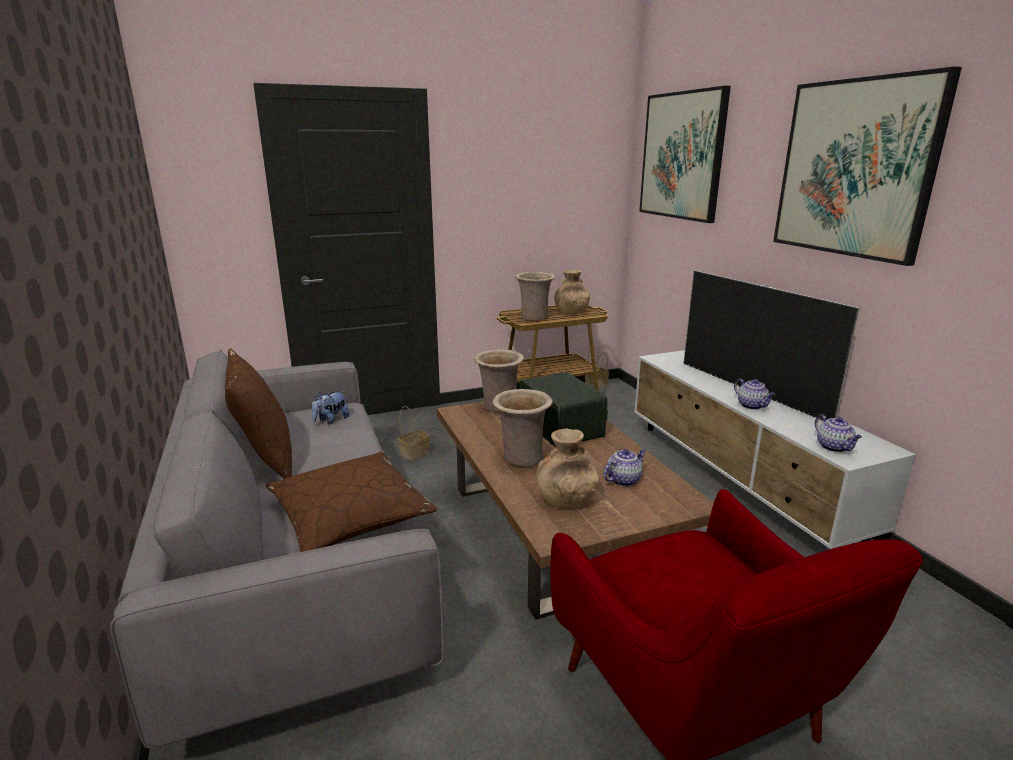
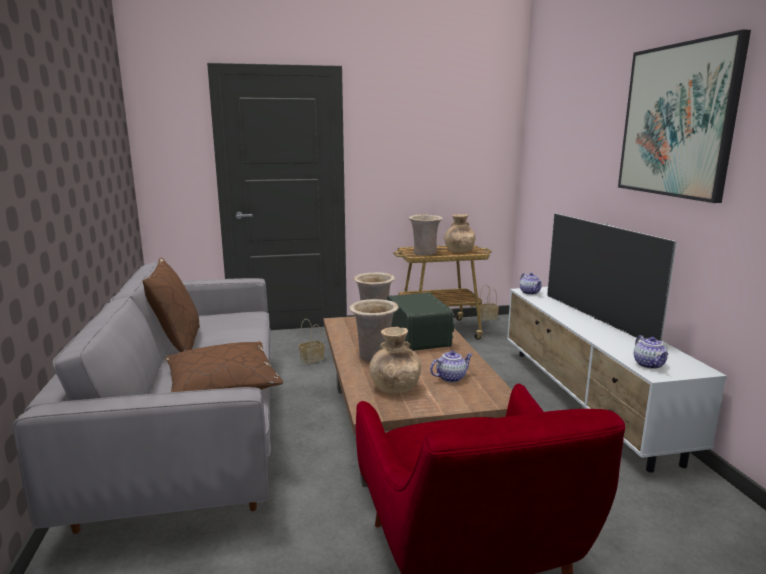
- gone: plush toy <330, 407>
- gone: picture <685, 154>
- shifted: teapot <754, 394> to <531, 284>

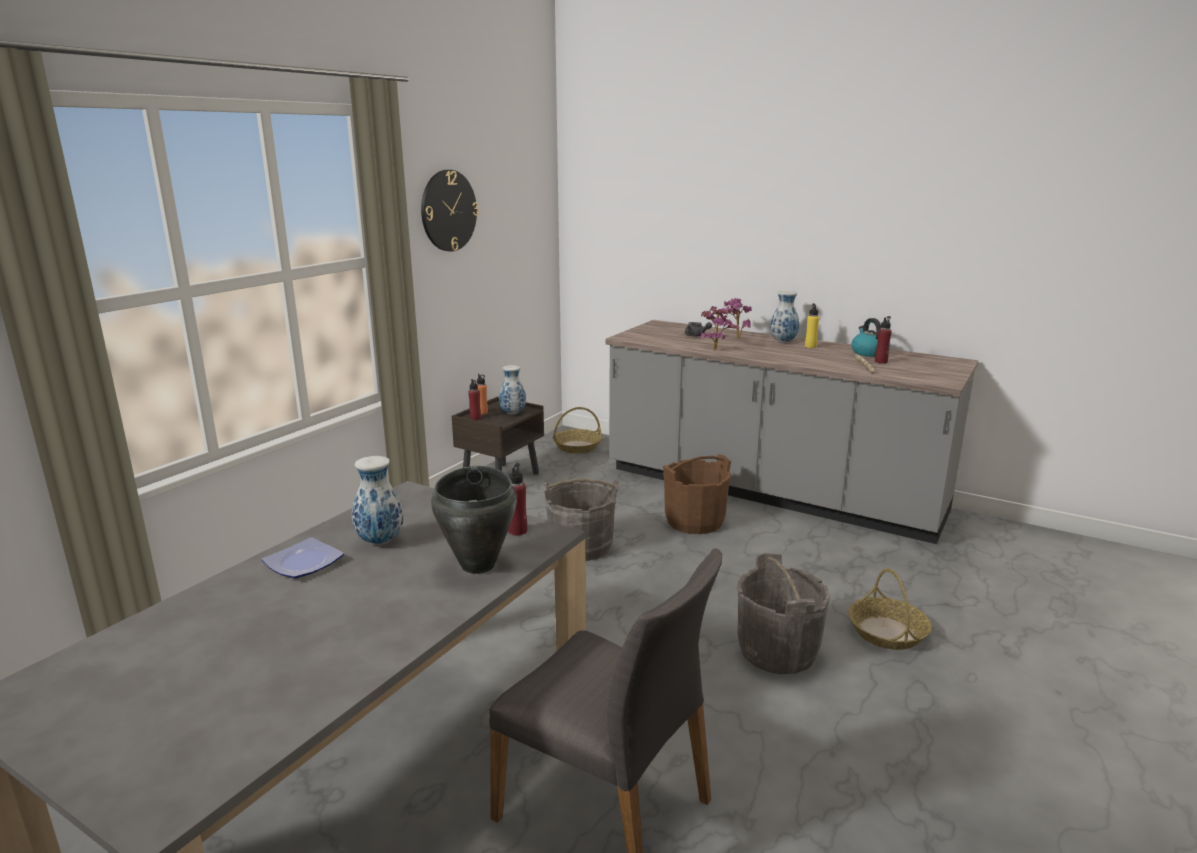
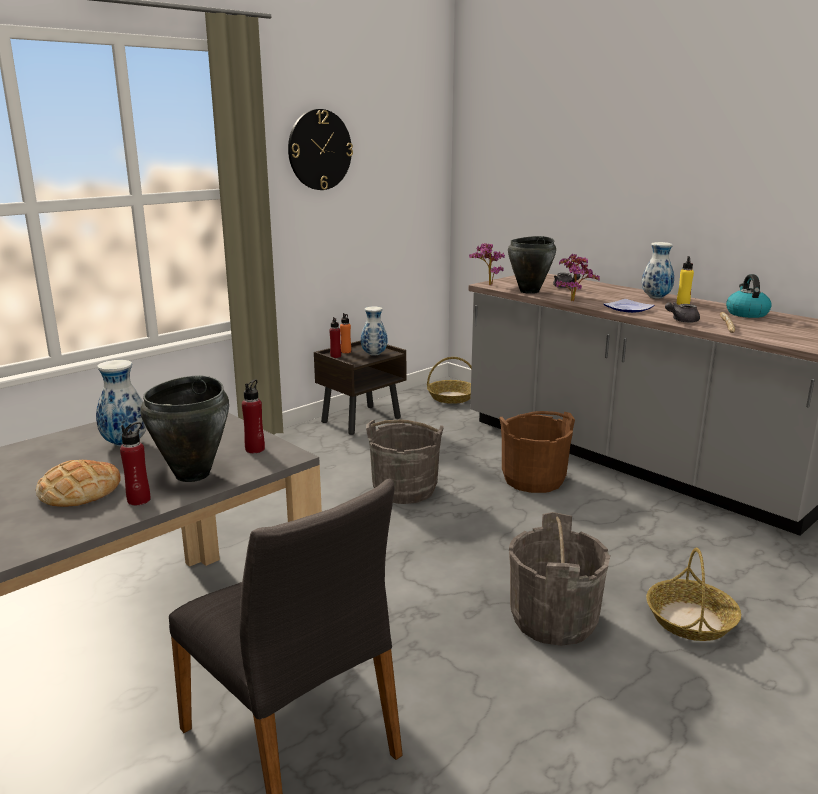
- shifted: plate <303, 557> to <629, 306>
- shifted: potted plant <737, 318> to <487, 264>
- shifted: red bottle <883, 340> to <135, 463>
- new: bread <78, 483>
- new: black cooking pot <532, 265>
- new: grey teapot <682, 312>

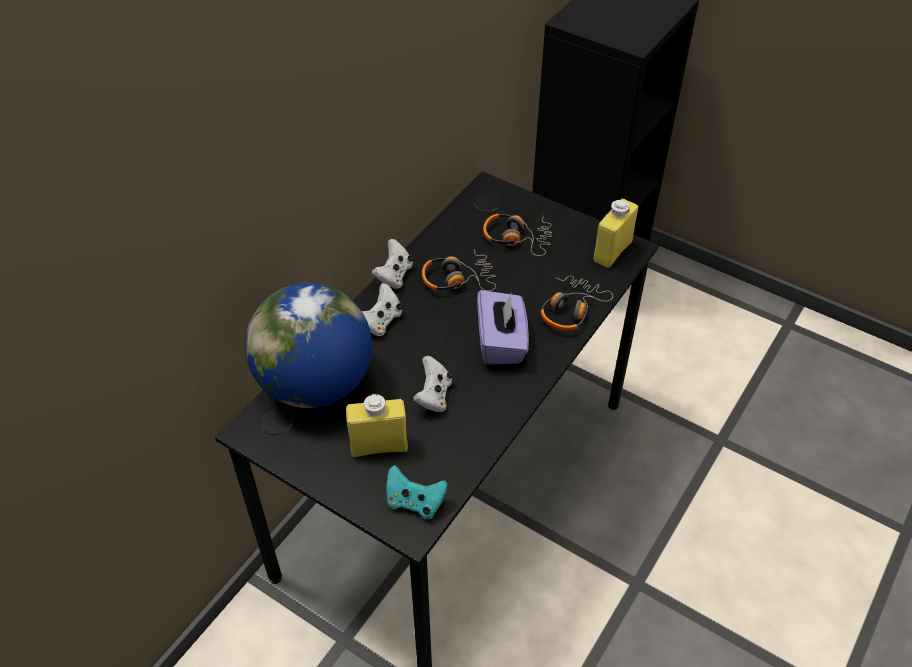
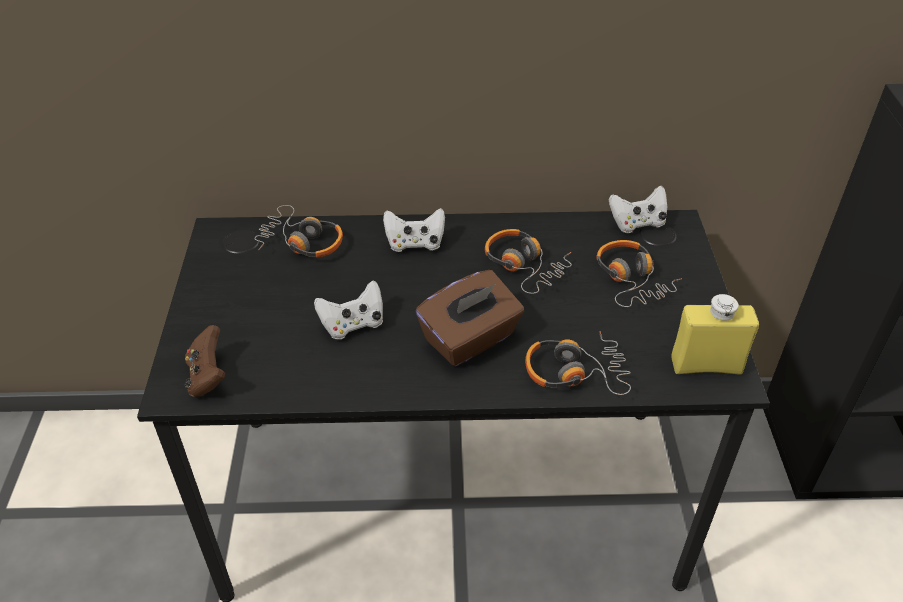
- swapped: globe <308, 345> to headphones <298, 231>
- gone: yellow bottle <377, 425>
- shifted: white game controller <392, 264> to <637, 209>
- repainted: turquoise game controller <416, 492> to brown game controller <205, 361>
- repainted: purple tissue box <503, 327> to brown tissue box <470, 318>

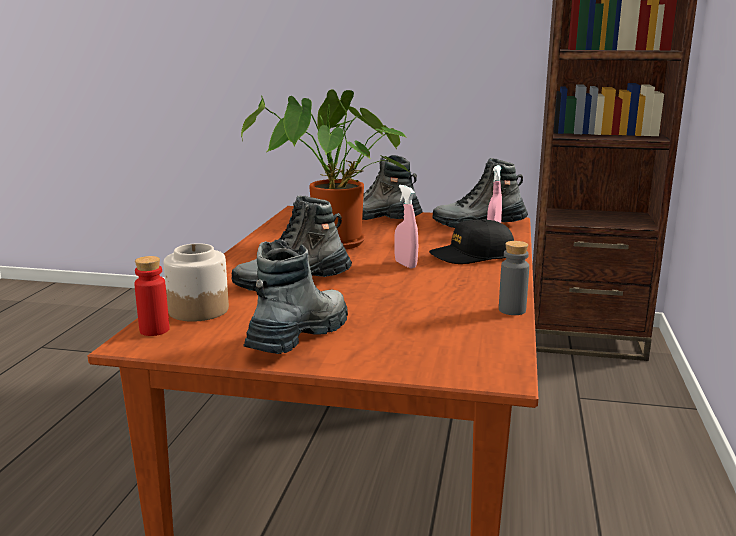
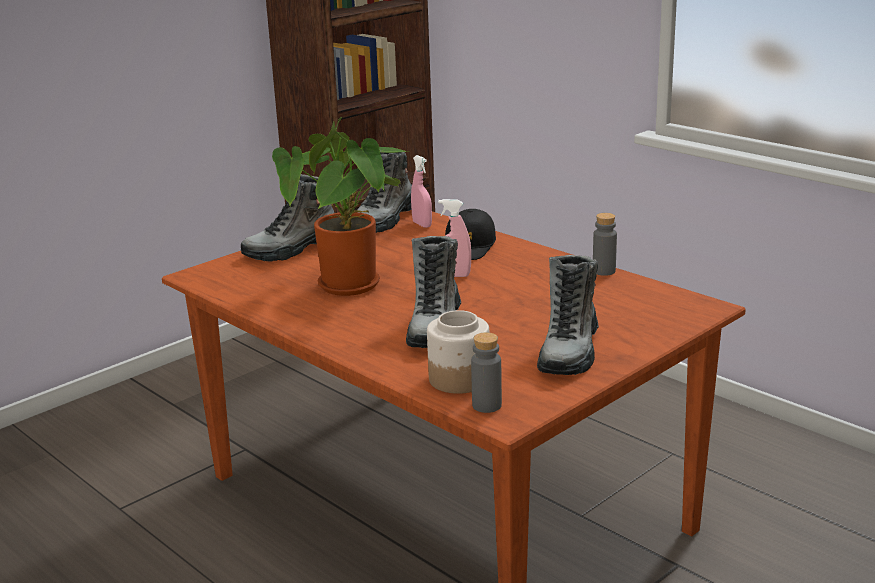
- repainted: red bottle <152, 296> to grey bottle <486, 372>
- rotated: boot <295, 297> = <568, 315> 135 degrees counterclockwise

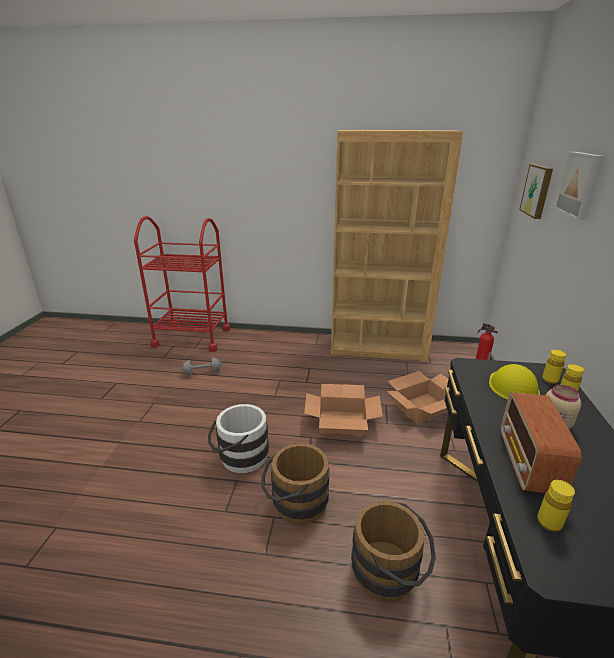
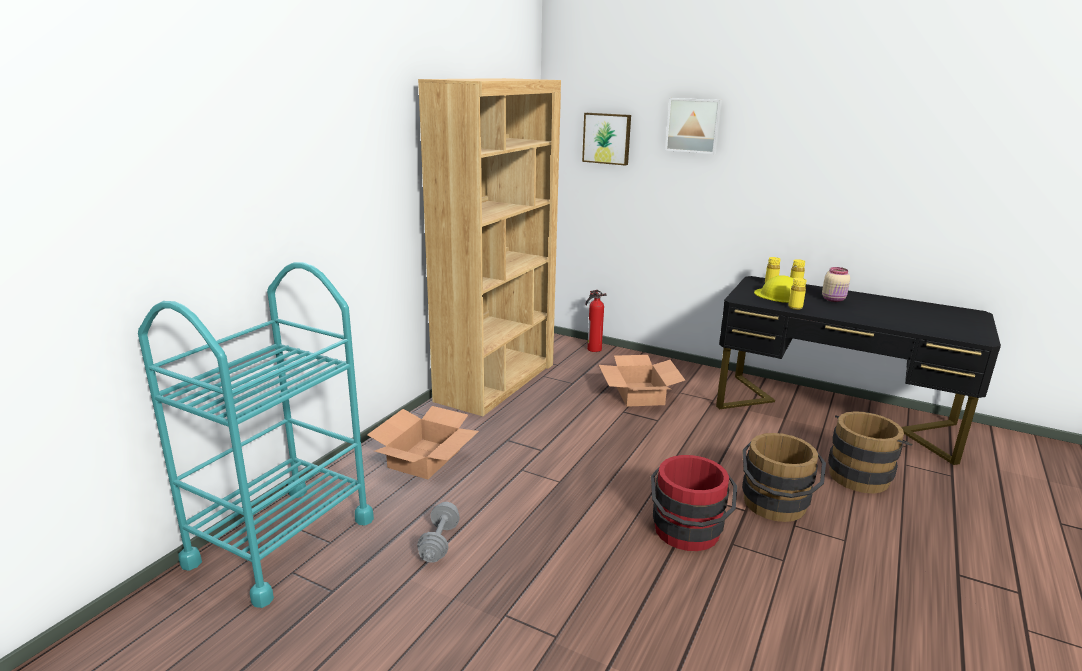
- repainted: red cart <182, 284> to turquoise cart <256, 435>
- repainted: white bucket <238, 438> to red bucket <694, 503>
- shifted: cardboard box <343, 409> to <423, 442>
- gone: radio <541, 442>
- shifted: yellow bottle <556, 506> to <797, 294>

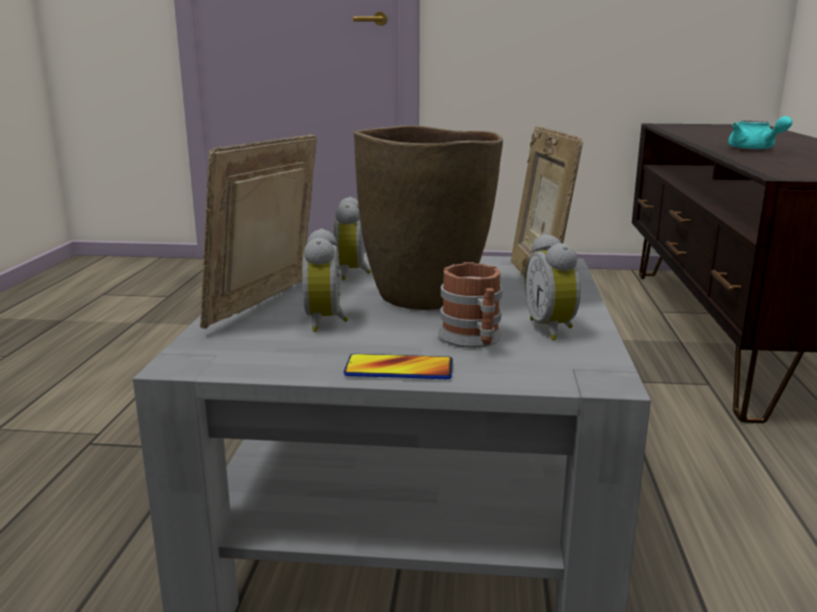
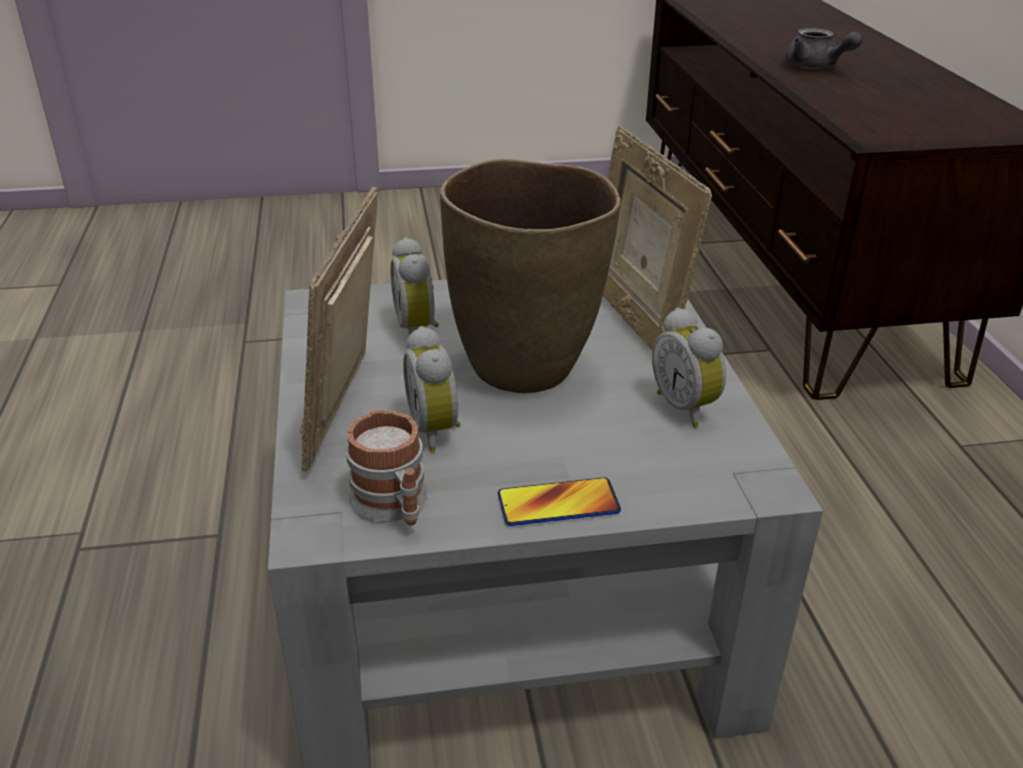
- shifted: mug <470, 304> to <387, 467>
- repainted: turquoise teapot <760, 133> to grey teapot <823, 48>

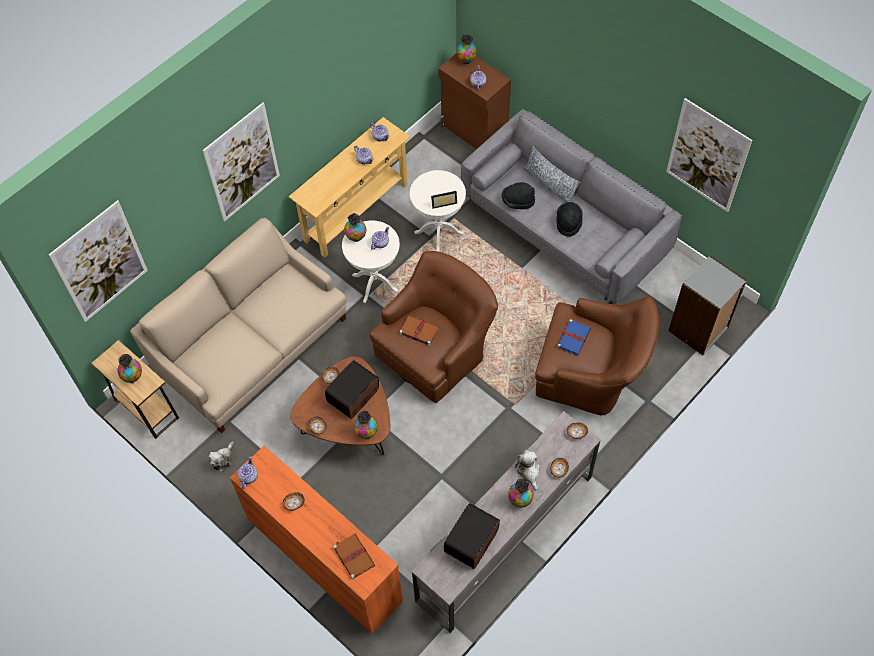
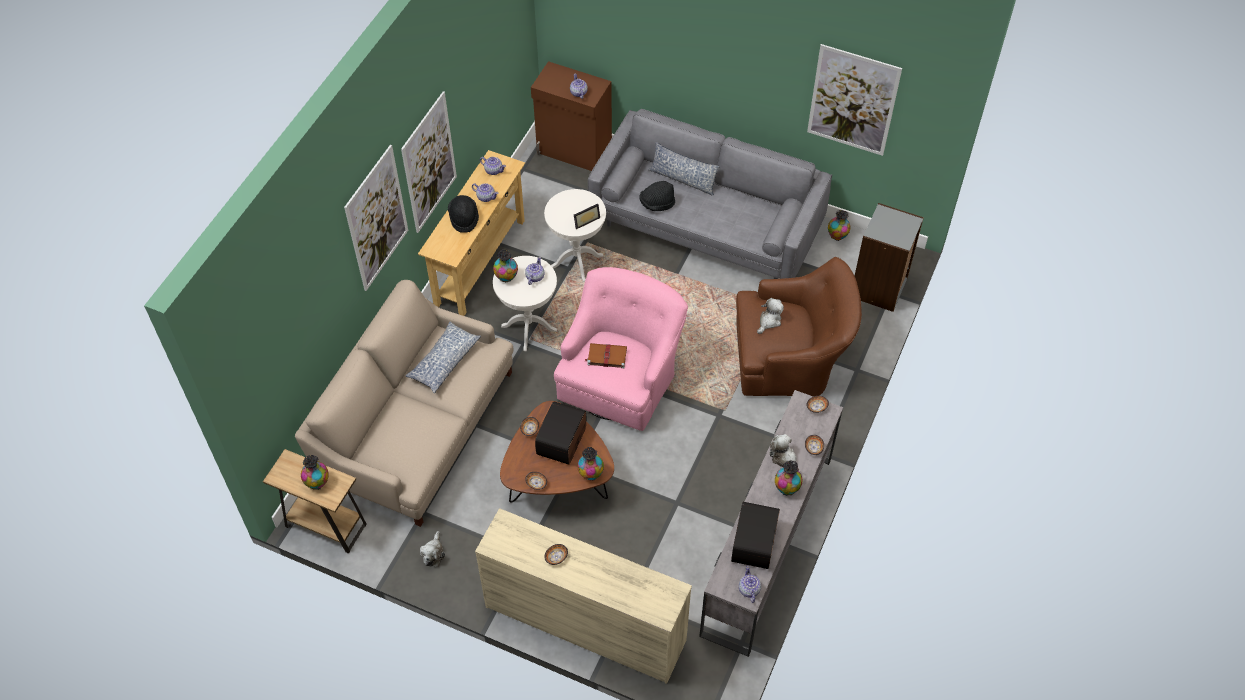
- shifted: picture <98, 261> to <429, 162>
- repainted: orange dresser <316, 540> to beige dresser <583, 596>
- shifted: teapot <248, 472> to <750, 584>
- gone: brown book <354, 557>
- repainted: brown armchair <434, 327> to pink armchair <621, 349>
- shifted: vase <466, 49> to <839, 225>
- shifted: black hat <570, 219> to <463, 214>
- swapped: blue book <574, 337> to plush toy <770, 316>
- new: pillow <443, 357>

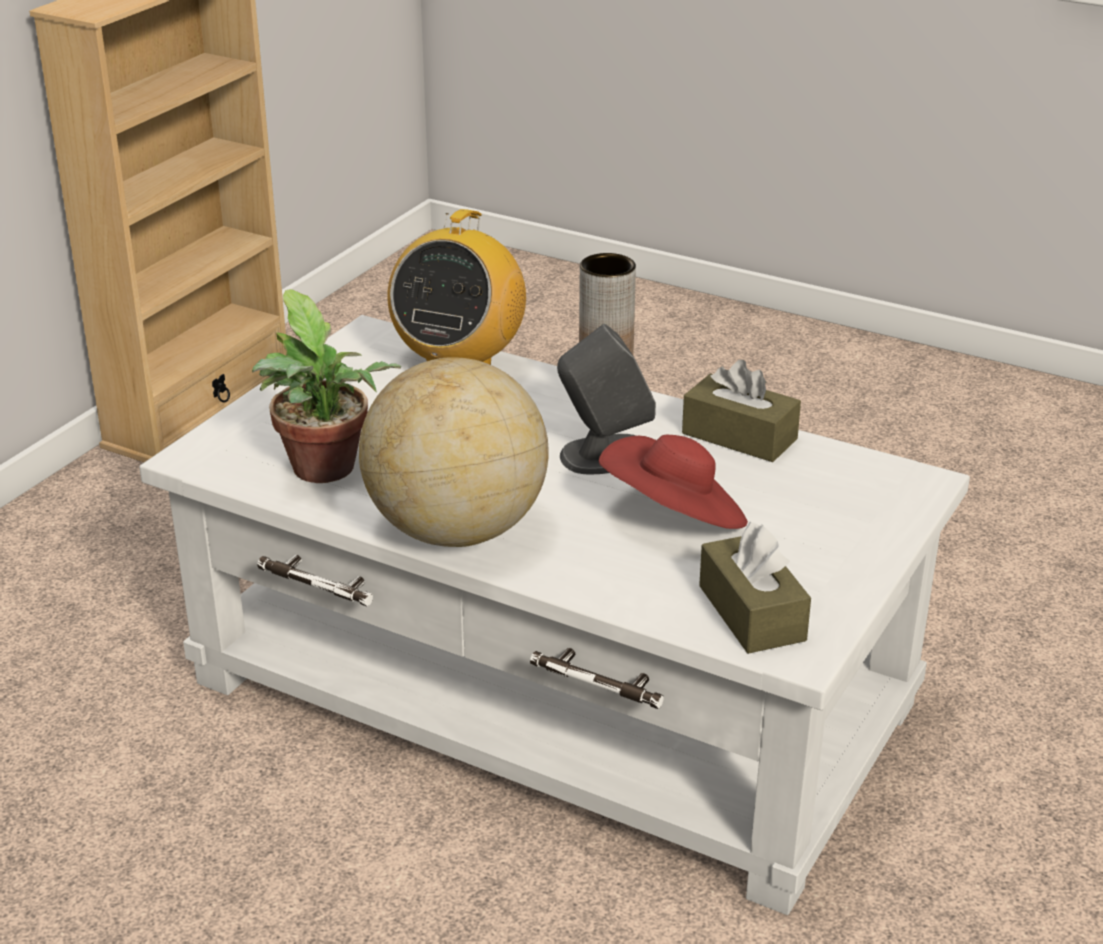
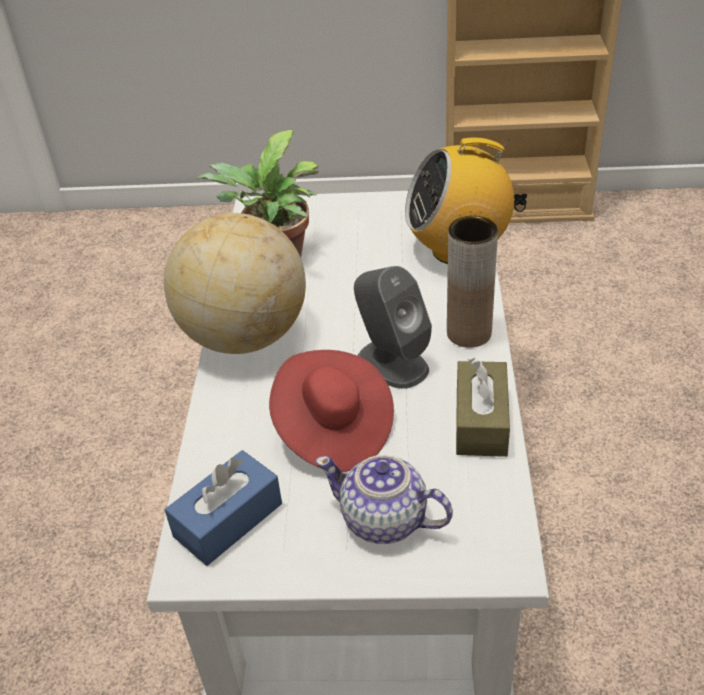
- repainted: brown tissue box <755, 588> to blue tissue box <223, 508>
- new: teapot <384, 499>

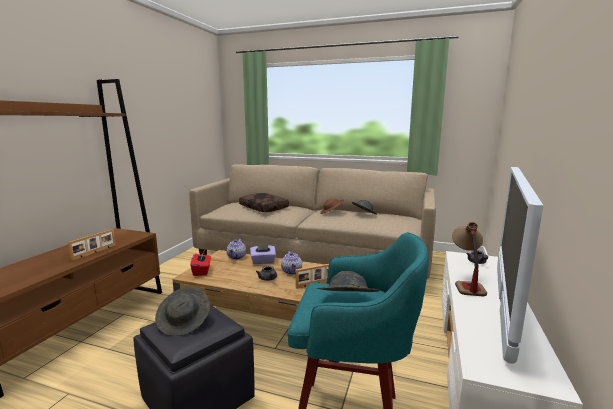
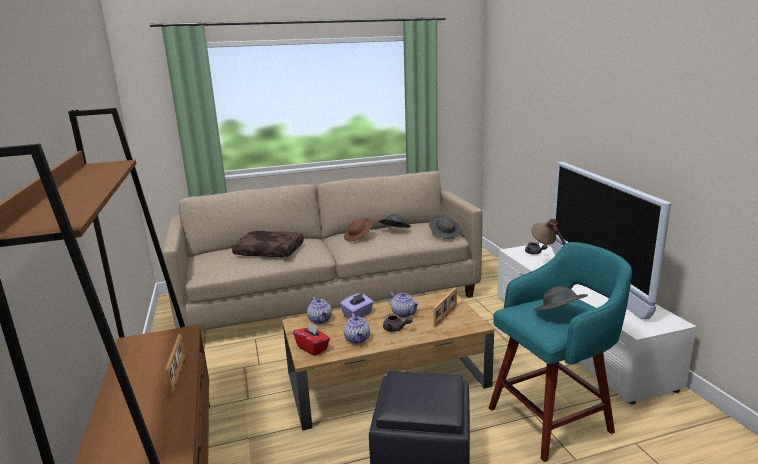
- shifted: grey hat <182, 311> to <445, 227>
- new: teapot <357, 328>

